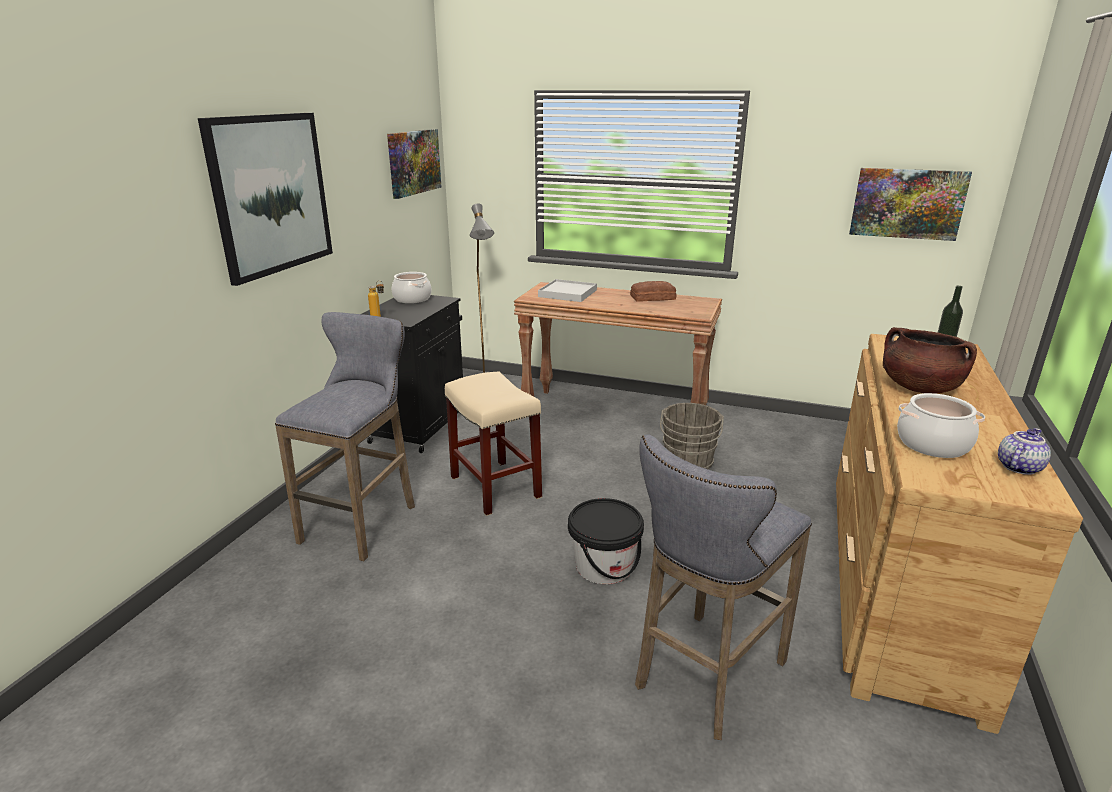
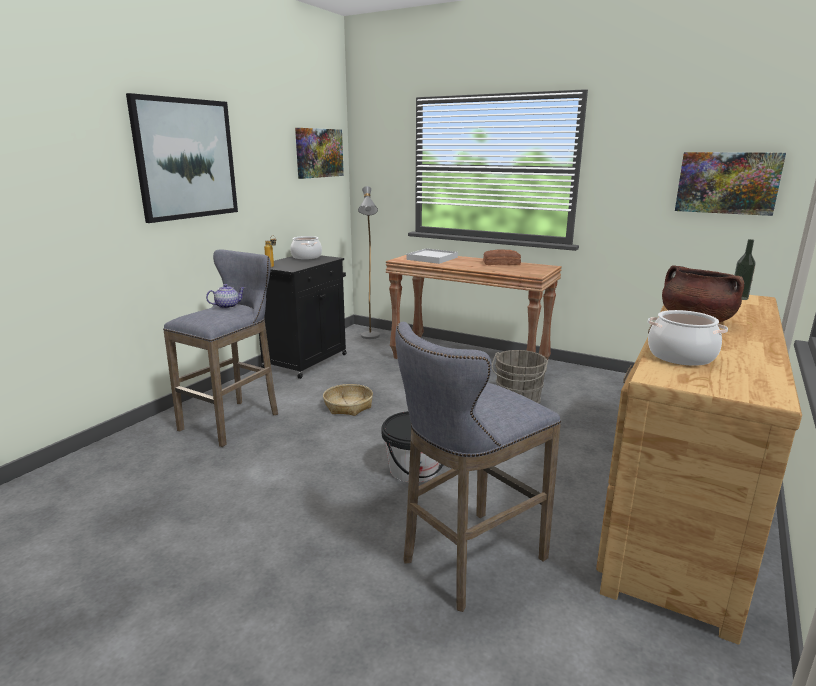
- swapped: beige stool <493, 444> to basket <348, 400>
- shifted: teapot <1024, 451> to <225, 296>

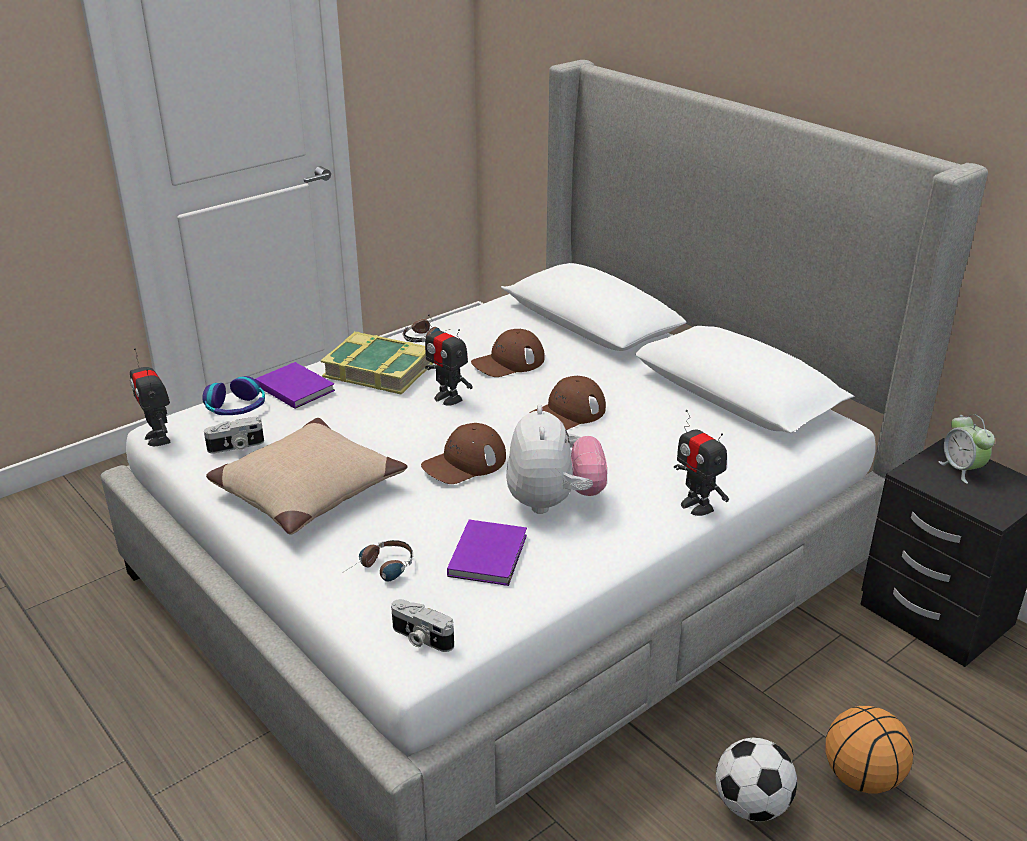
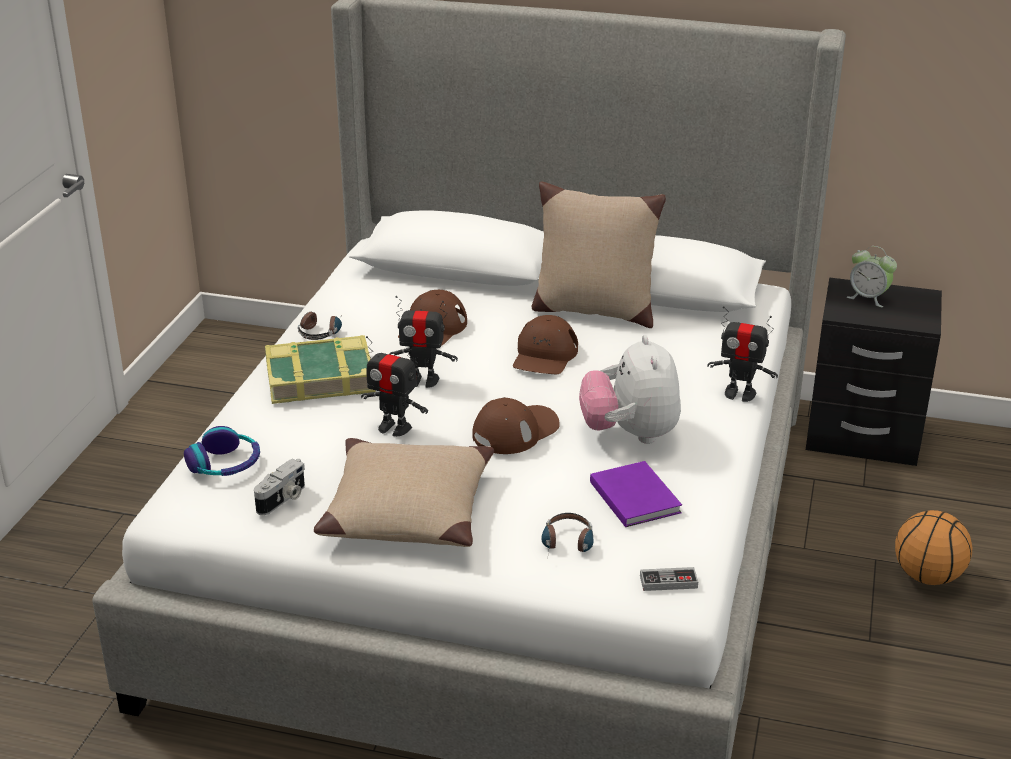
- shifted: toy robot <150, 397> to <394, 386>
- gone: purple book <295, 385>
- swapped: photo camera <422, 625> to game controller <669, 579>
- rotated: brown cap <463, 453> = <516, 425> 150 degrees counterclockwise
- rotated: plush toy <556, 459> = <630, 389> 150 degrees counterclockwise
- gone: football <756, 779>
- new: beige pillow <599, 254>

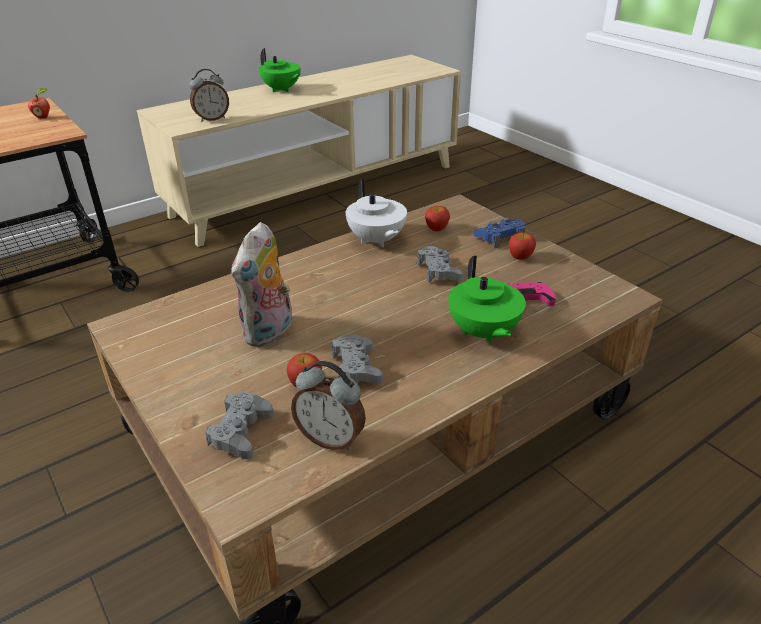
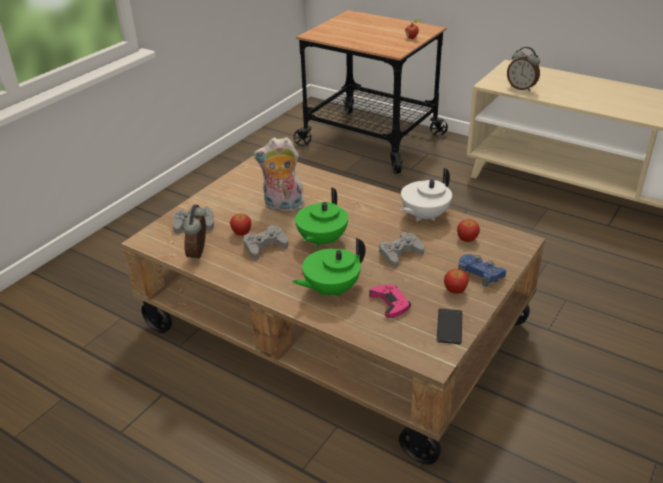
- shifted: green teapot <280, 70> to <321, 217>
- new: phone <449, 326>

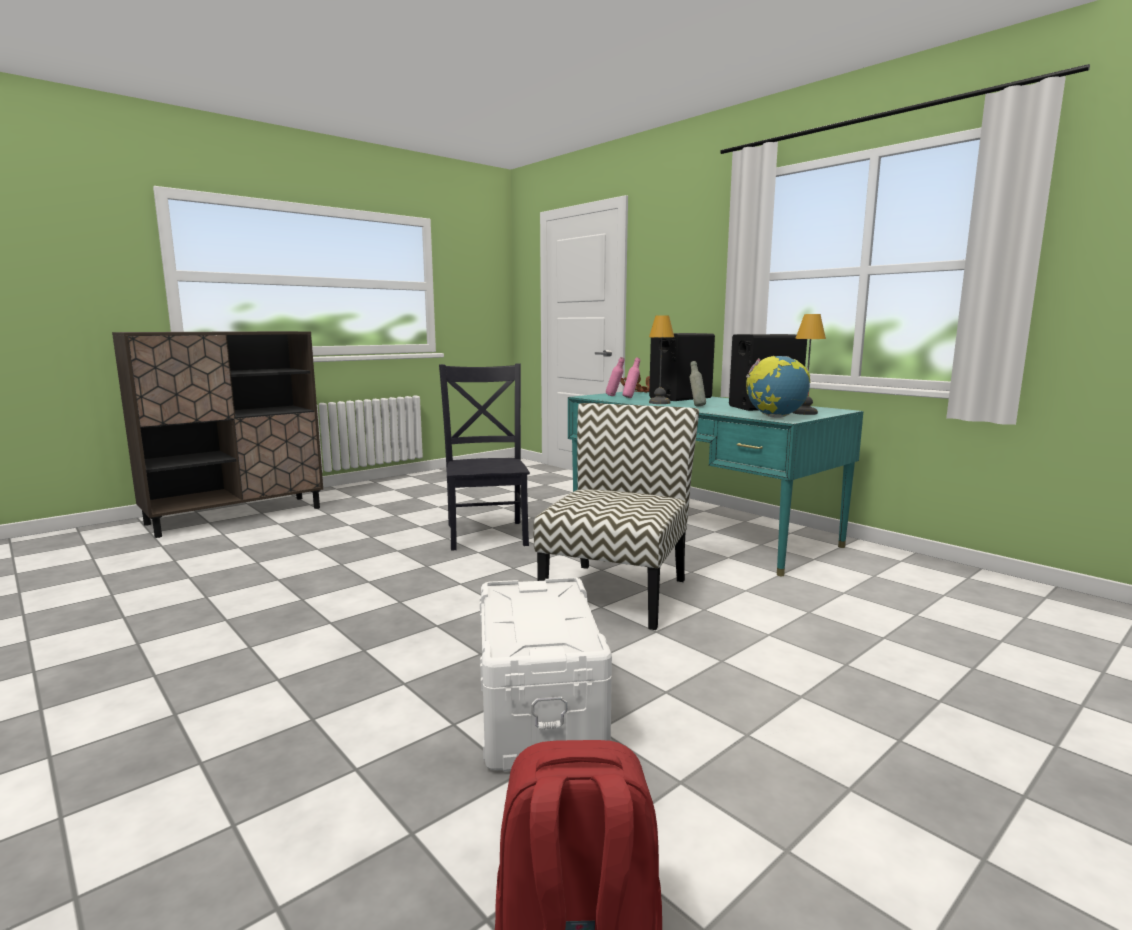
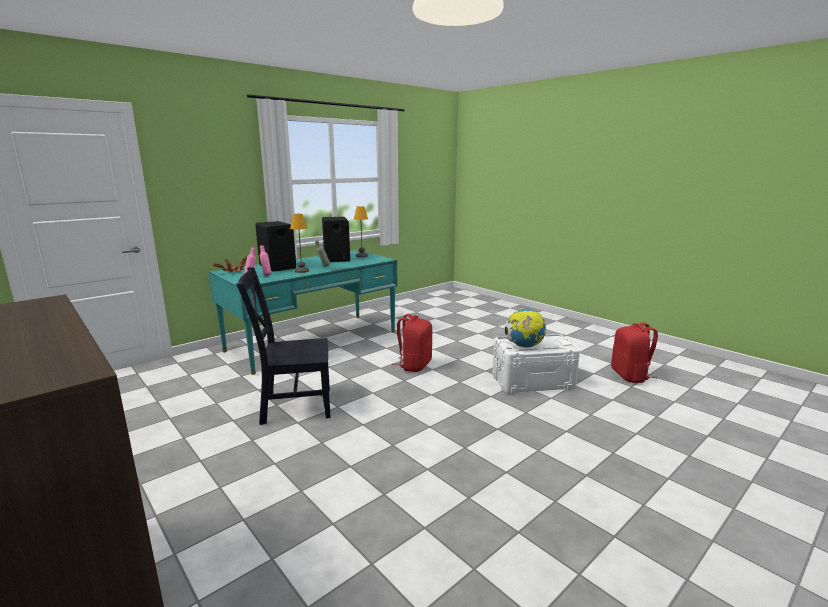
- swapped: chair <616, 516> to red backpack <412, 343>
- shifted: globe <778, 387> to <525, 328>

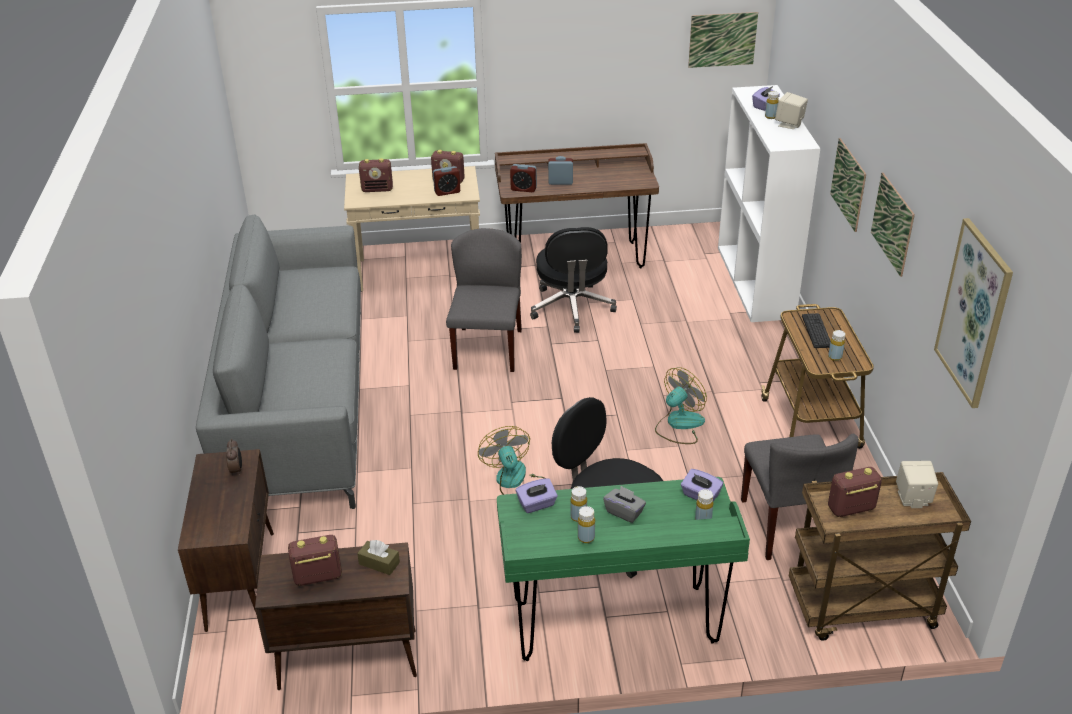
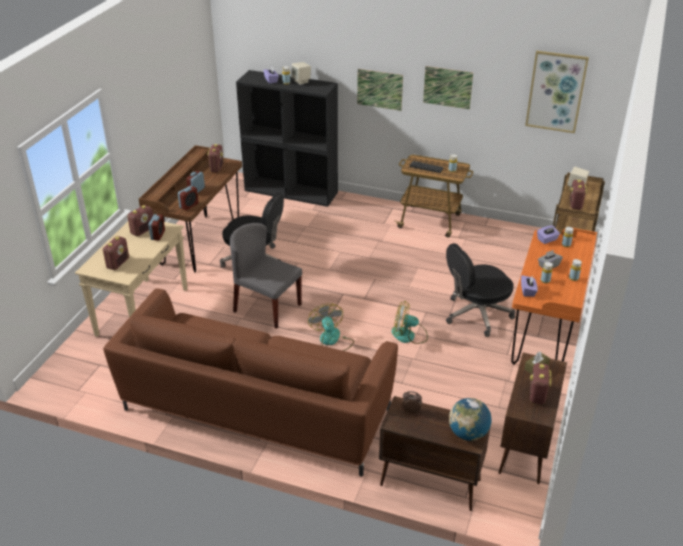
- repainted: grey sofa <278, 361> to brown sofa <250, 382>
- repainted: green desk <623, 569> to orange desk <554, 296>
- shifted: fan <681, 405> to <331, 327>
- gone: picture <723, 40>
- repainted: white bookcase <769, 203> to black bookcase <287, 138>
- gone: grey chair <800, 497>
- new: radio <215, 158>
- new: globe <470, 419>

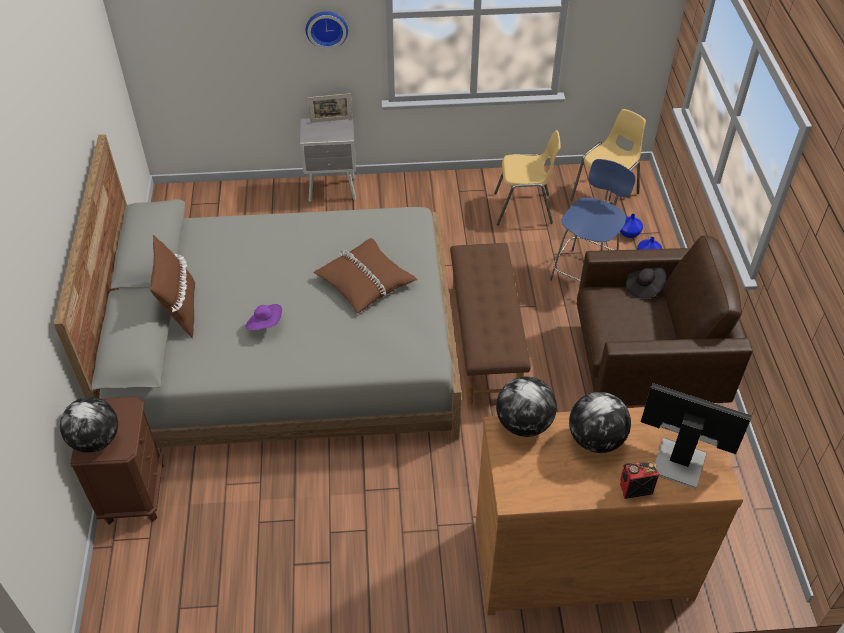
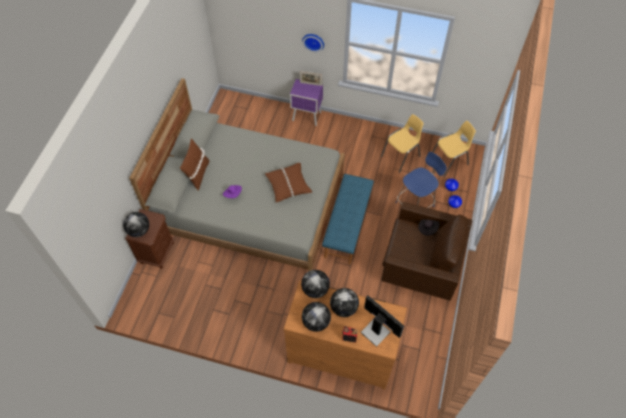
- repainted: grey nightstand <328, 159> to purple nightstand <306, 102>
- repainted: brown bench <490, 324> to blue bench <348, 219>
- rotated: yellow chair <527, 177> = <402, 143> 60 degrees counterclockwise
- new: globe <316, 317>

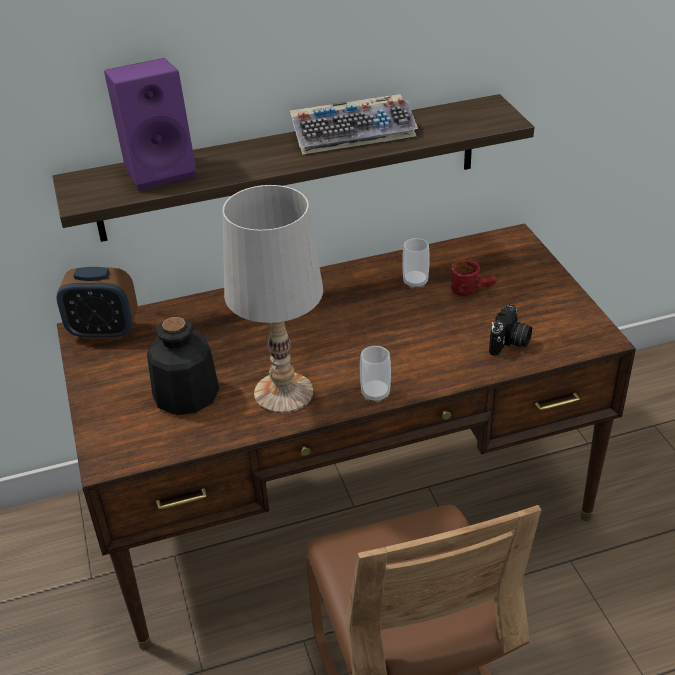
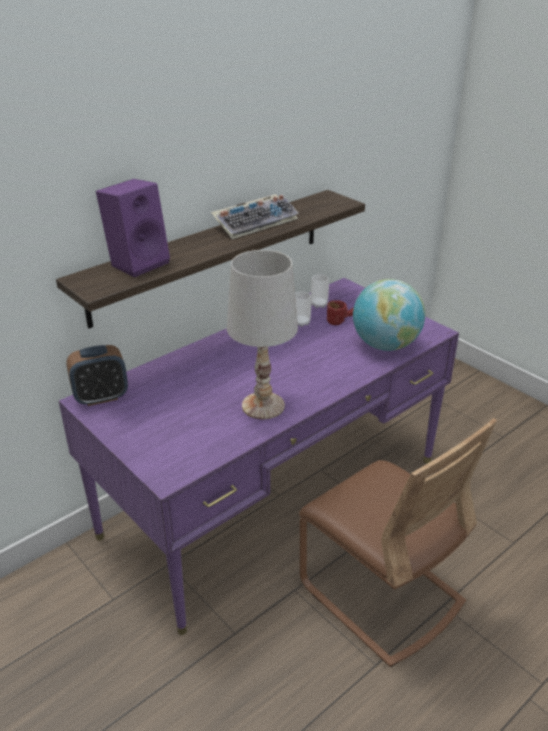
- repainted: brown desk <346, 436> to purple desk <259, 456>
- gone: bottle <183, 366>
- shifted: cup <375, 374> to <320, 291>
- swapped: photo camera <510, 330> to globe <389, 315>

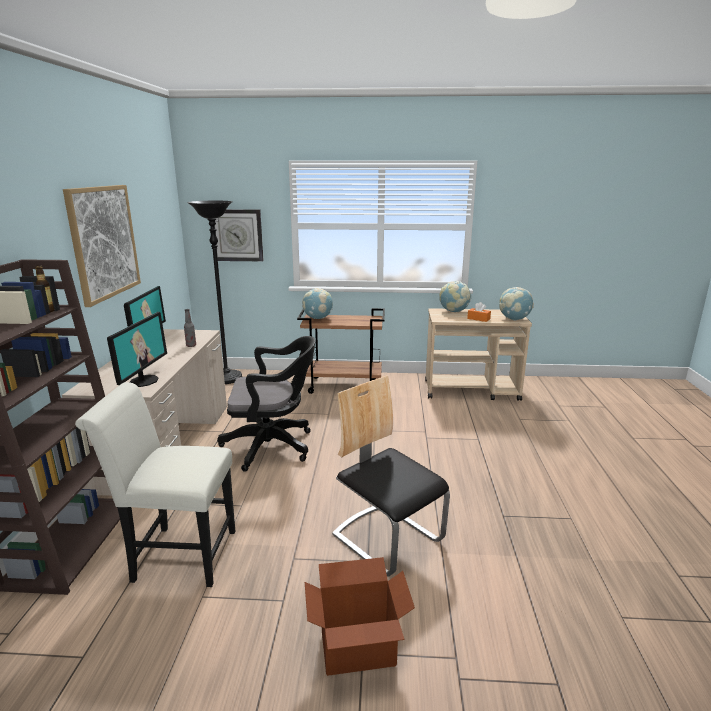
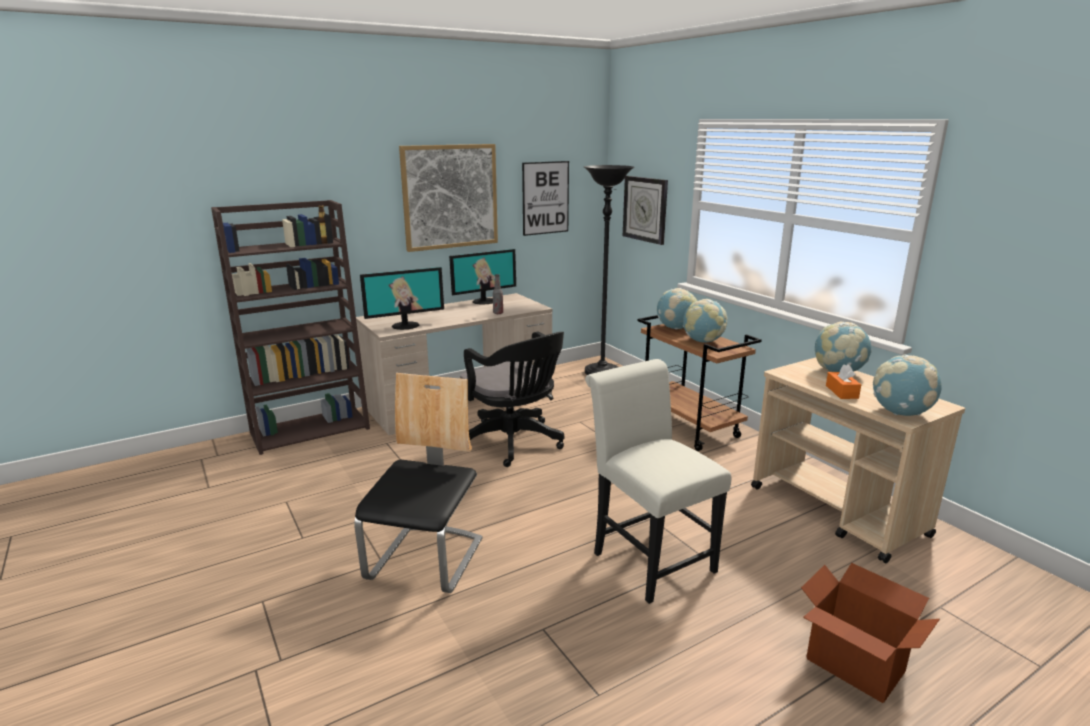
- shifted: white chair <155, 484> to <658, 481>
- shifted: cardboard box <360, 616> to <870, 633>
- new: picture <545, 198>
- new: globe <705, 321>

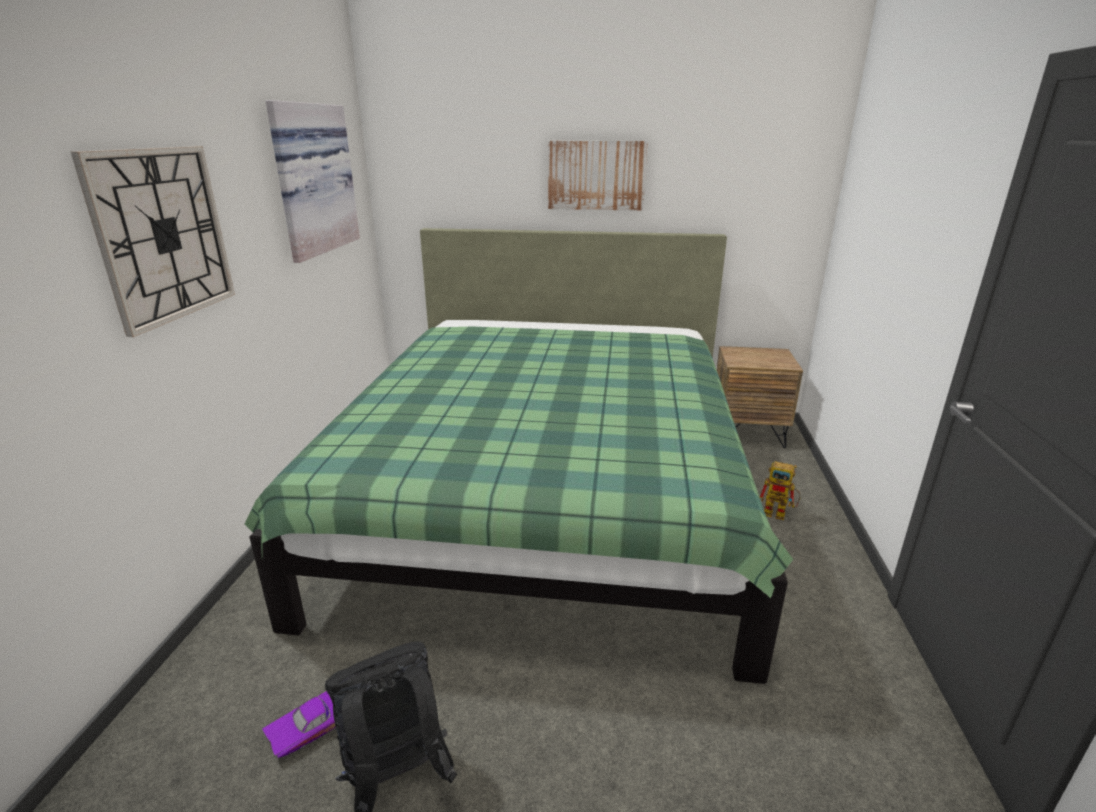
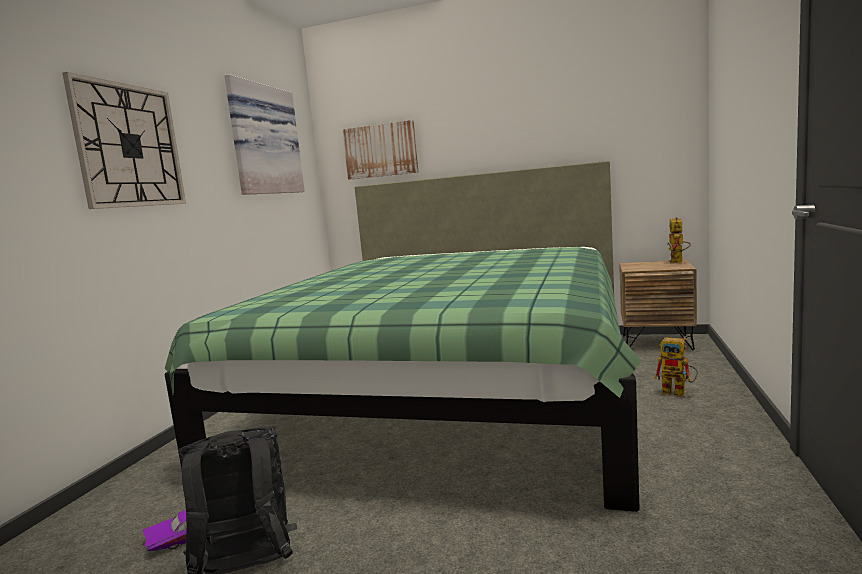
- shifted: picture <598, 176> to <380, 150>
- new: toy robot <679, 240>

